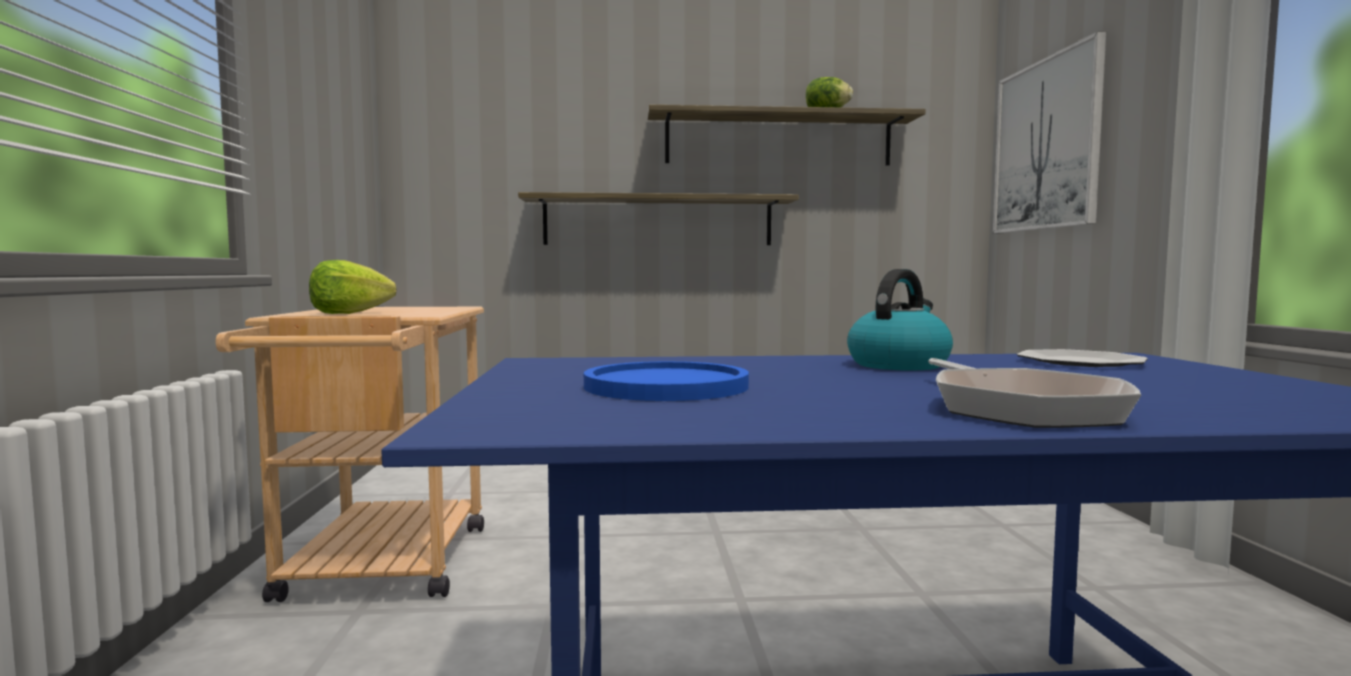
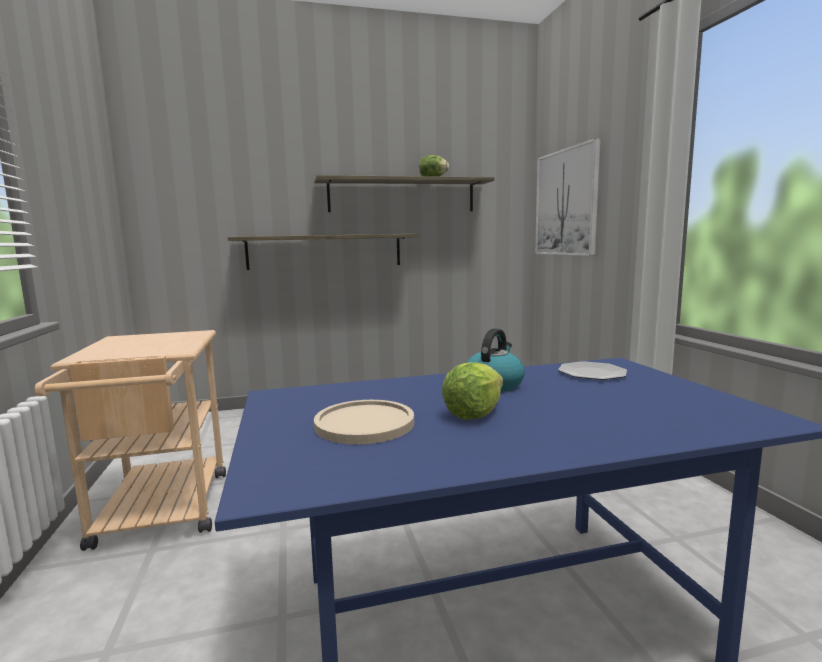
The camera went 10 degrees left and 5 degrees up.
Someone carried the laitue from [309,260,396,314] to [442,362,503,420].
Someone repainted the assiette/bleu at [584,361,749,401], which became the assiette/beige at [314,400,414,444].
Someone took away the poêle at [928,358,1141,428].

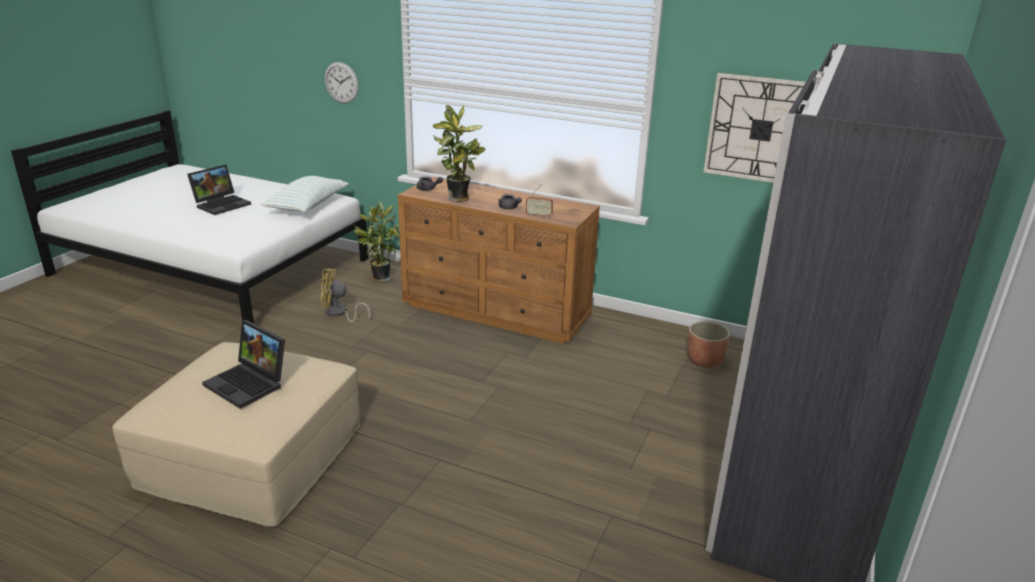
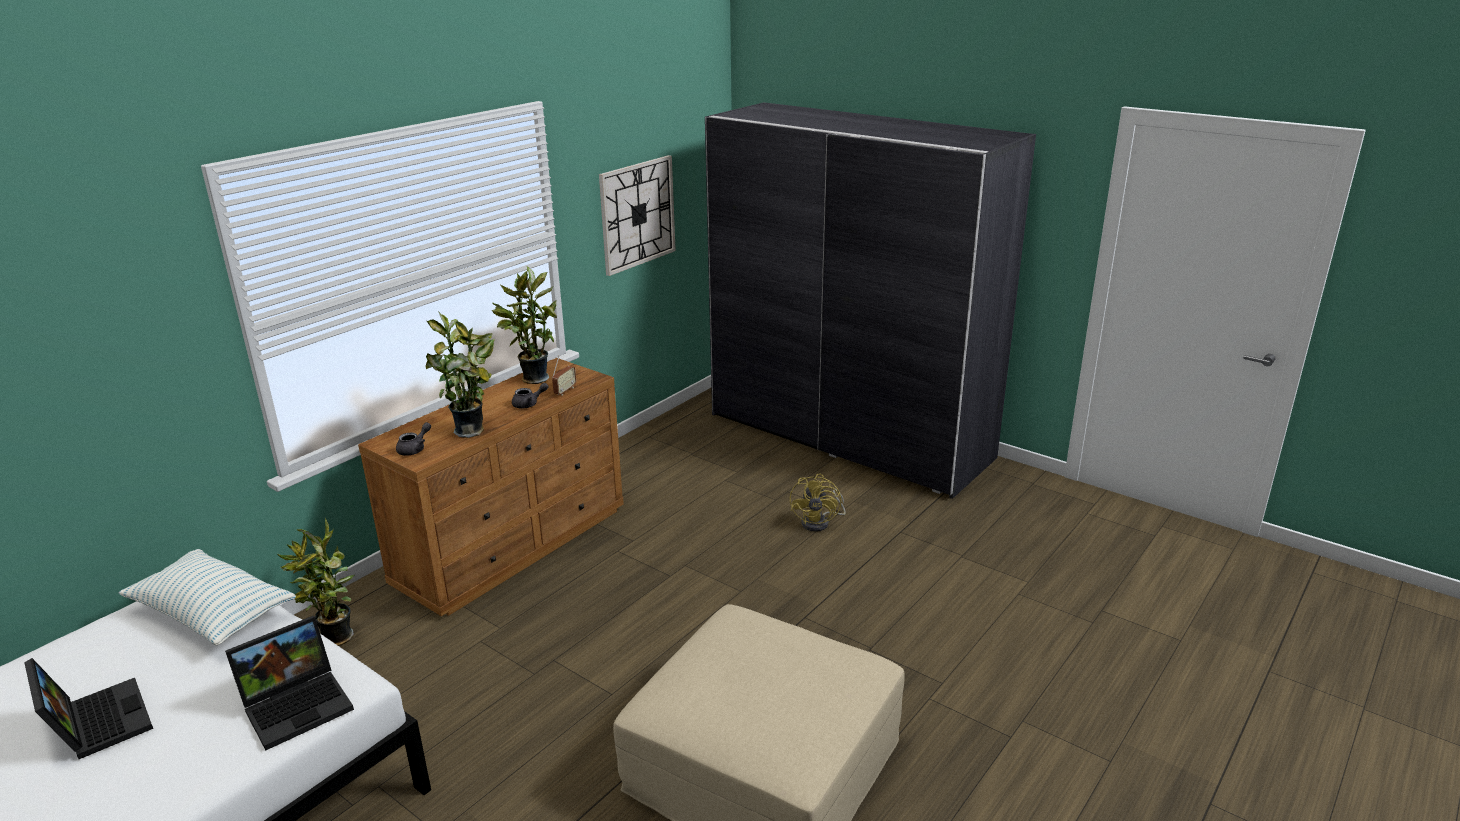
The camera went 75 degrees left and 0 degrees up.
Someone carried the ordinateur portable from [202,320,285,409] to [225,616,354,750].
Someone carried the ventilateur/jaune from [321,268,370,322] to [790,474,846,532].
Someone took away the horloge murale at [325,62,359,103].
Someone took away the cache-pot at [687,321,730,368].
Someone put down the plante en pot at [492,267,557,384].

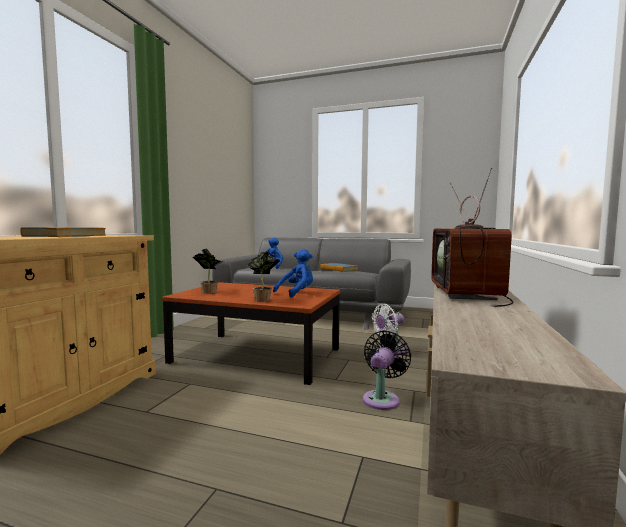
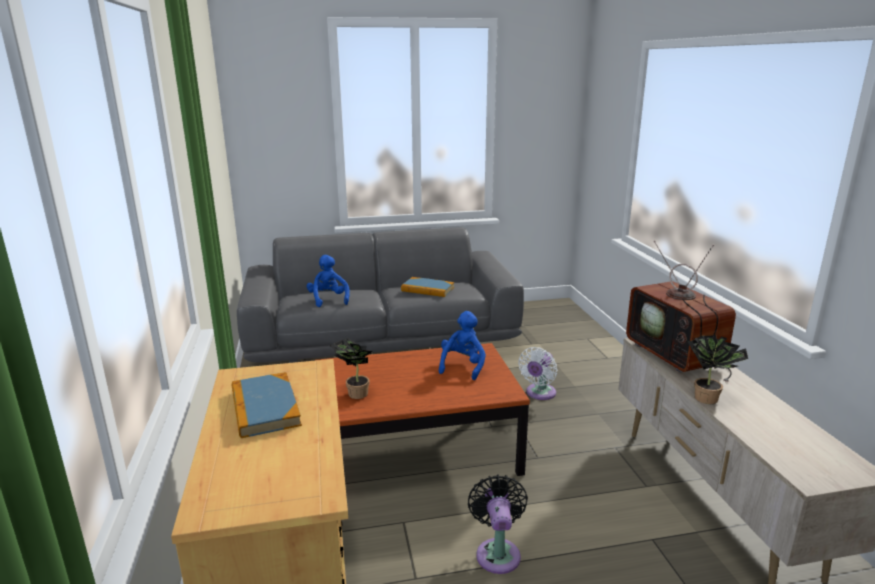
The camera went 30 degrees left and 15 degrees up.
Someone carried the plante en pot from [248,252,280,302] to [688,335,748,404].
Someone carried the ventilateur/noir from [363,330,412,410] to [468,474,528,574].

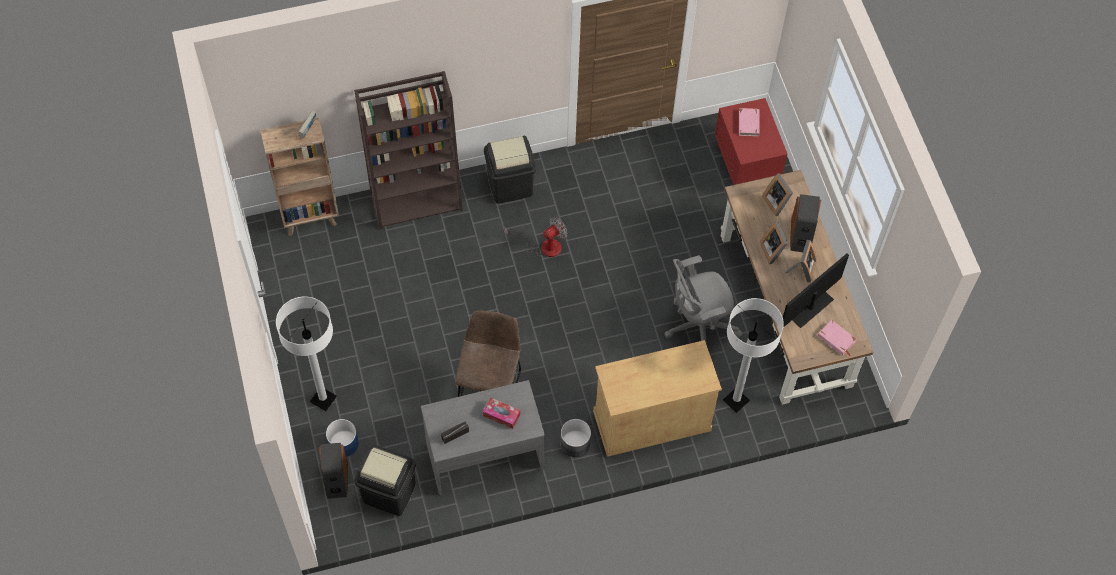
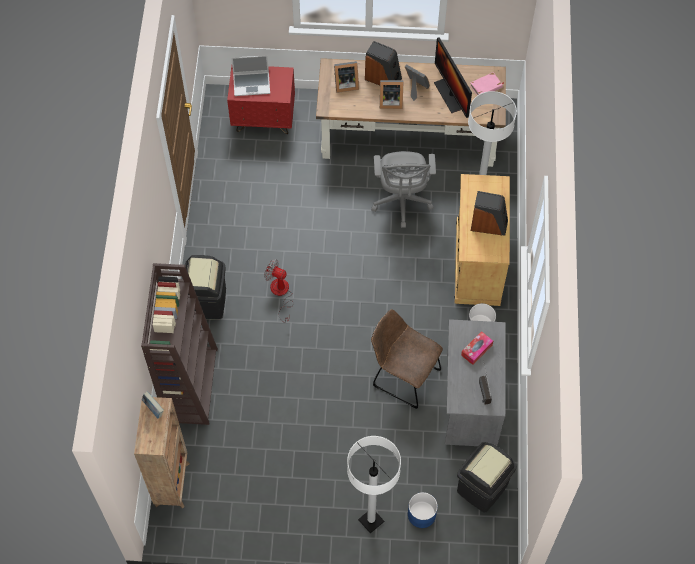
The camera went 70 degrees left and 0 degrees up.
Someone carried the enceinte from [318,443,347,499] to [471,191,508,236].
Someone rotated the ventilateur at [504,217,567,257] by 45 degrees counterclockwise.
Someone swapped the livre/rose at [739,107,760,136] for the ordinateur portable at [231,55,270,96].

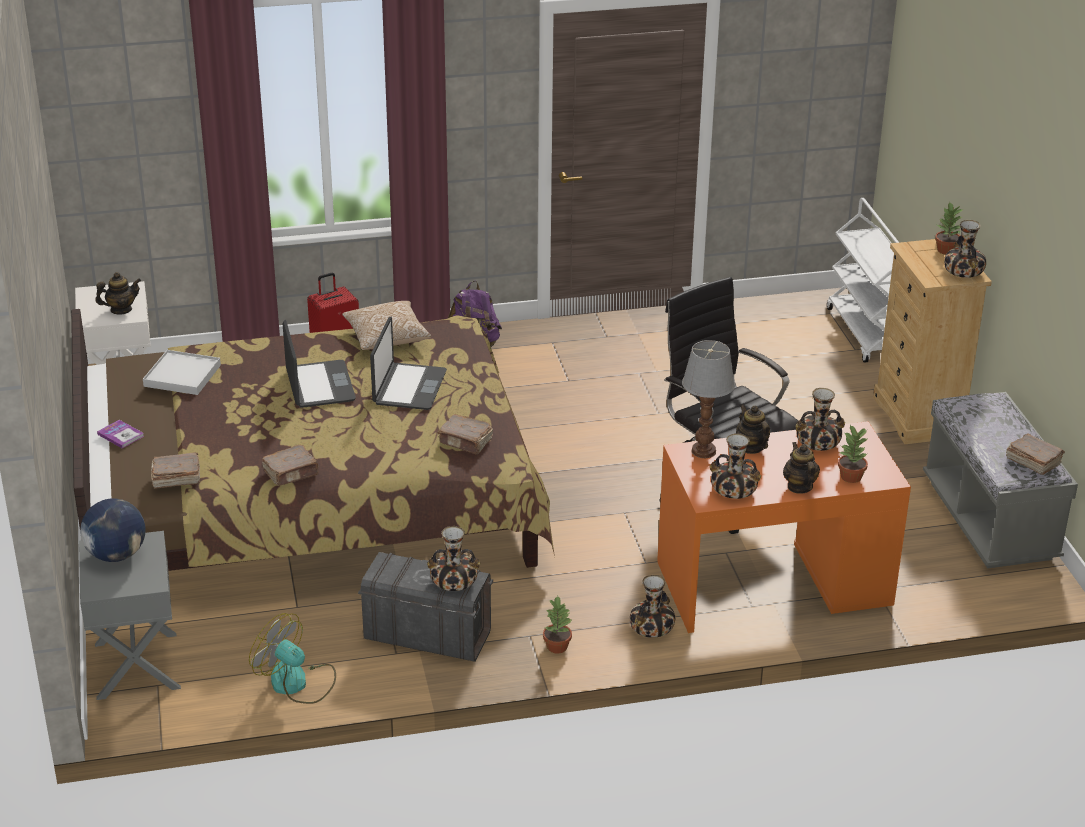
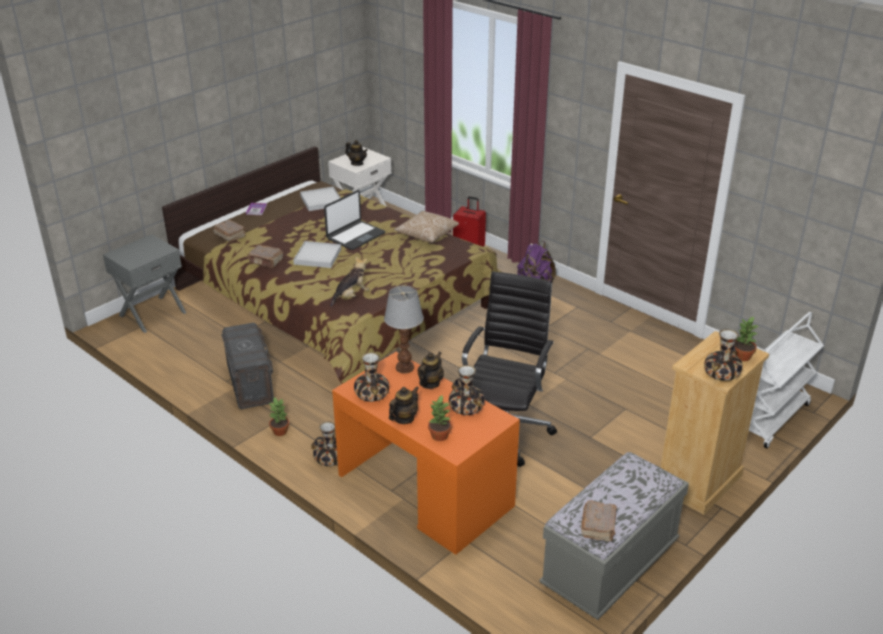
The camera went 55 degrees right and 0 degrees up.
Someone took away the globe at [80,498,146,562].
Someone took away the ventilateur at [249,613,336,704].
Someone took away the ordinateur portable at [370,316,447,410].
Someone took away the vase at [427,526,480,591].
Someone swapped the livre/marron at [438,414,493,455] for the peluche at [331,257,369,307].
Someone put down the plateau/blanc at [293,241,341,268].

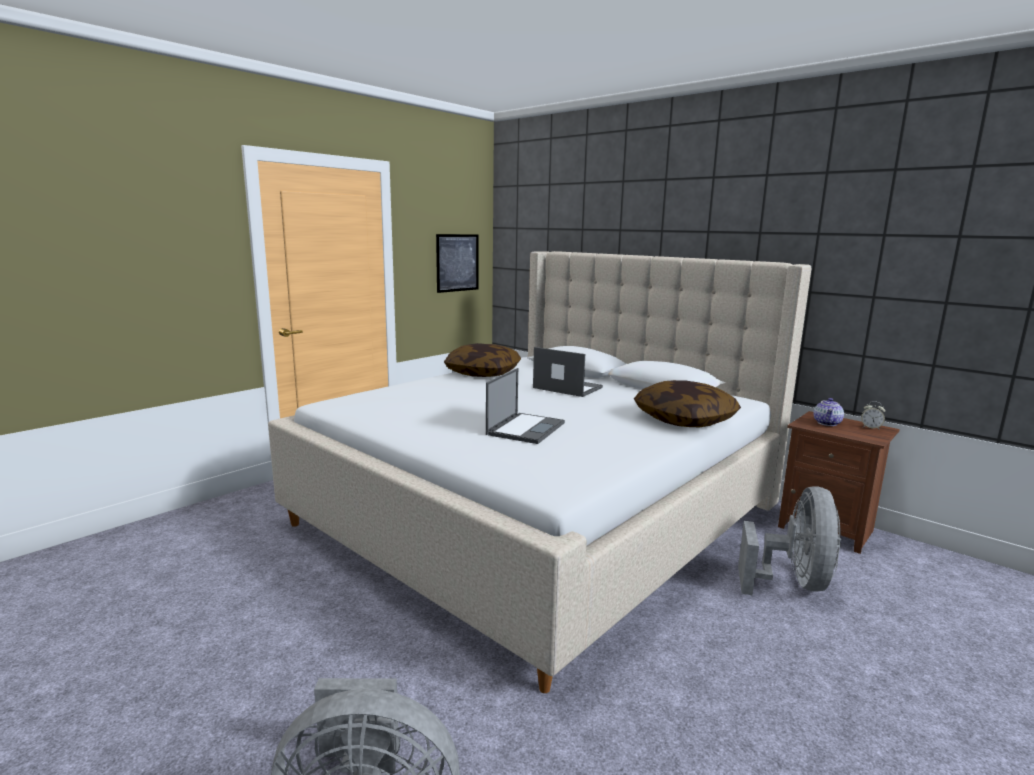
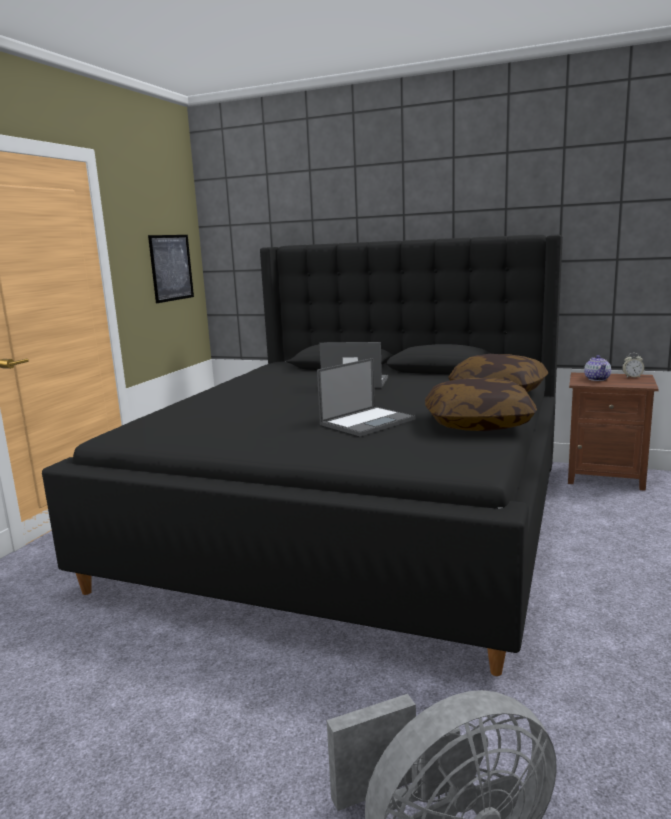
The camera went 20 degrees left and 0 degrees up.
Someone repainted the lit/beige at [268,251,812,693], which became the lit/noir at [42,234,563,676].
Someone carried the coussin from [444,343,521,377] to [425,378,537,431].
Someone rotated the ordinateur portable at [486,368,565,444] by 45 degrees clockwise.
Someone took away the ventilateur/gris at [738,486,841,595].

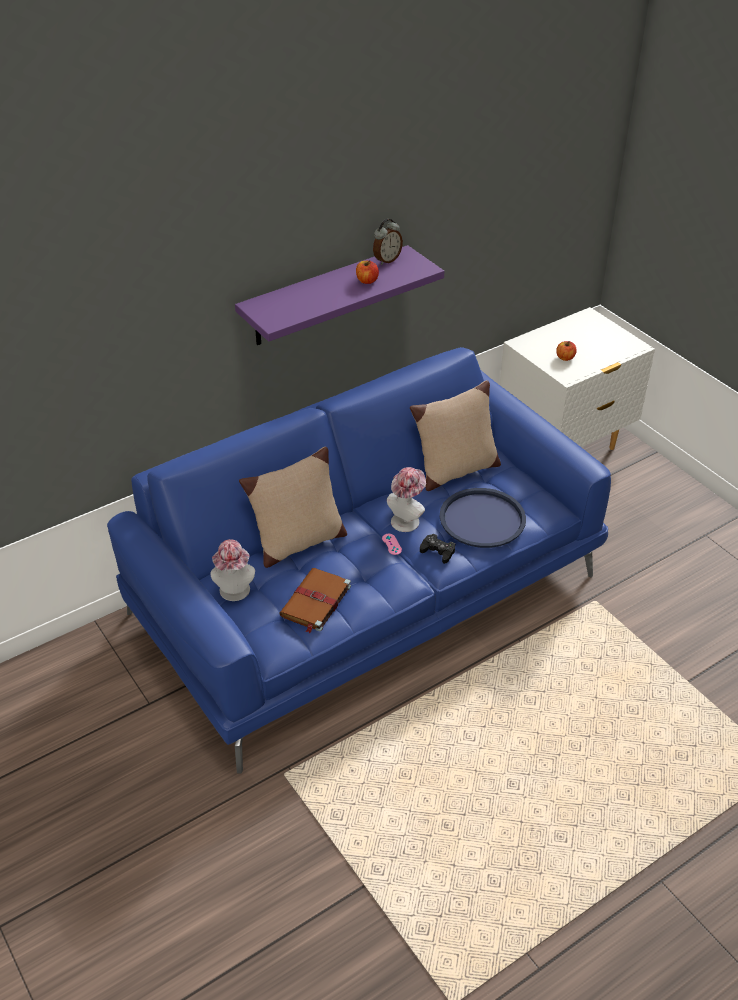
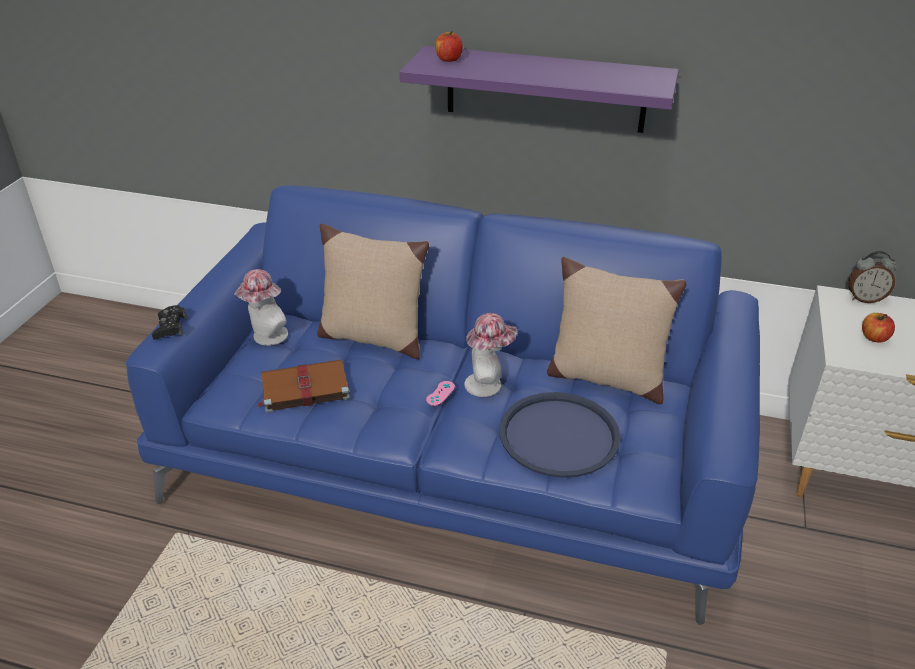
The camera went 50 degrees right and 5 degrees down.
Someone carried the pomme from [356,260,379,284] to [435,31,463,62].
Someone carried the réveil from [373,219,403,265] to [848,251,897,303].
Someone carried the manette/noir from [420,534,455,564] to [152,305,187,340].

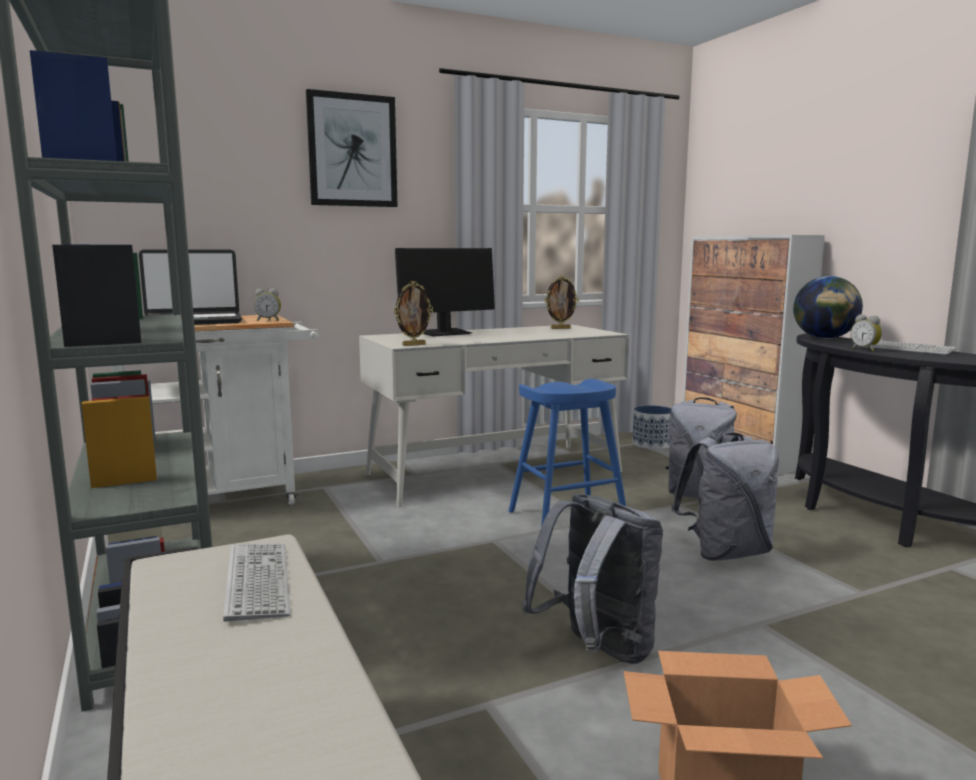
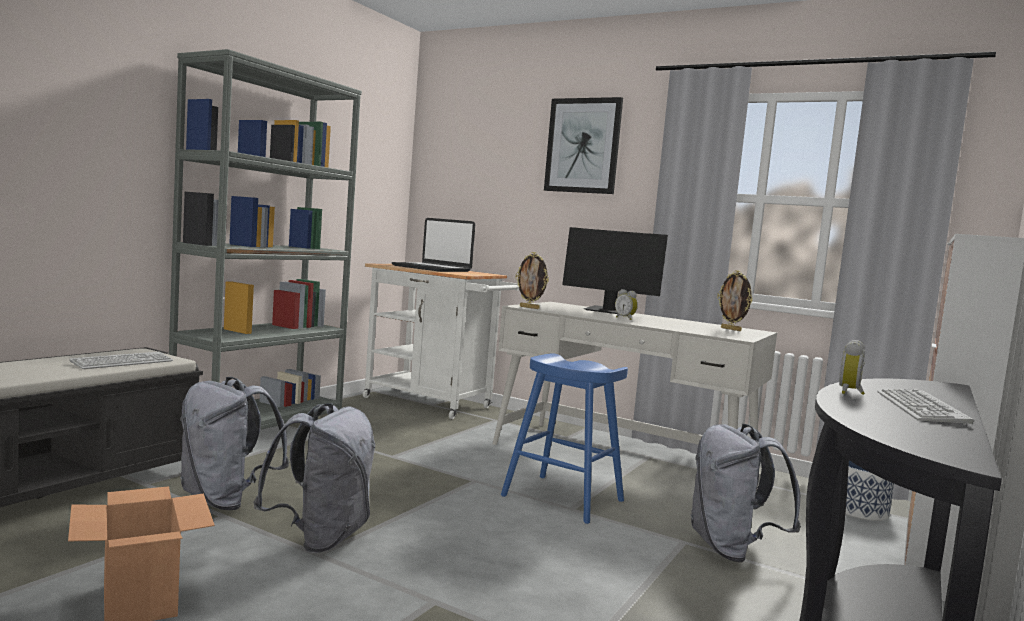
The camera went 55 degrees right and 5 degrees down.
Someone carried the réveil from [254,288,281,321] to [615,289,638,320].
Someone carried the sac à dos/gris from [671,433,779,561] to [180,377,289,510].
Someone took away the globe at [793,276,863,339].

